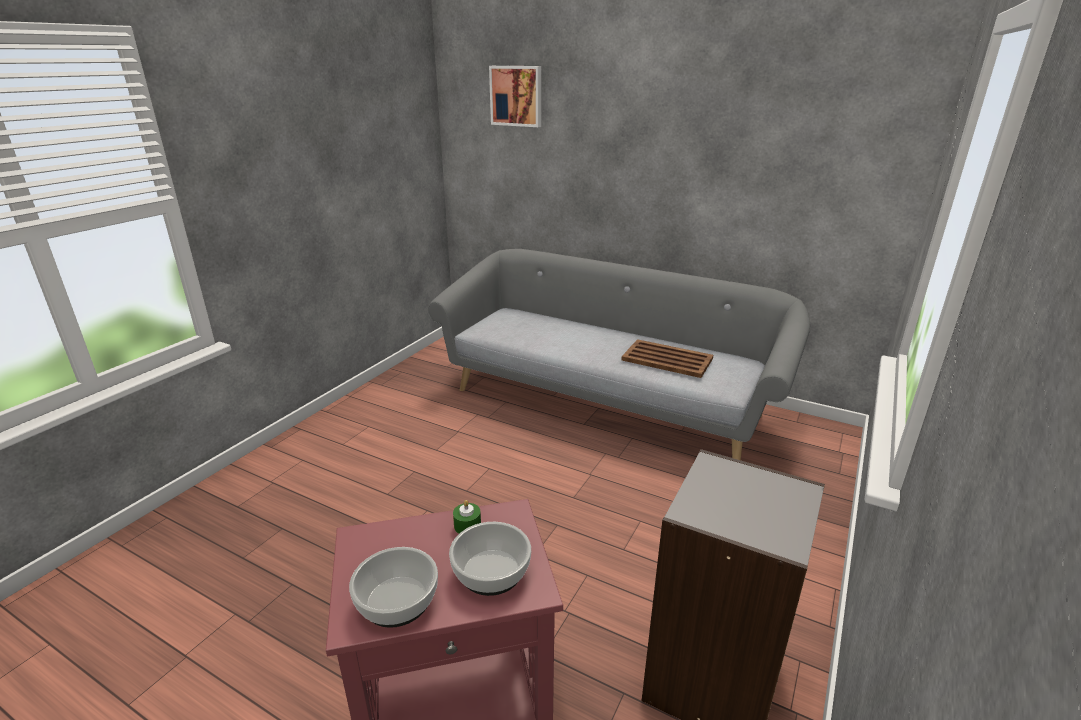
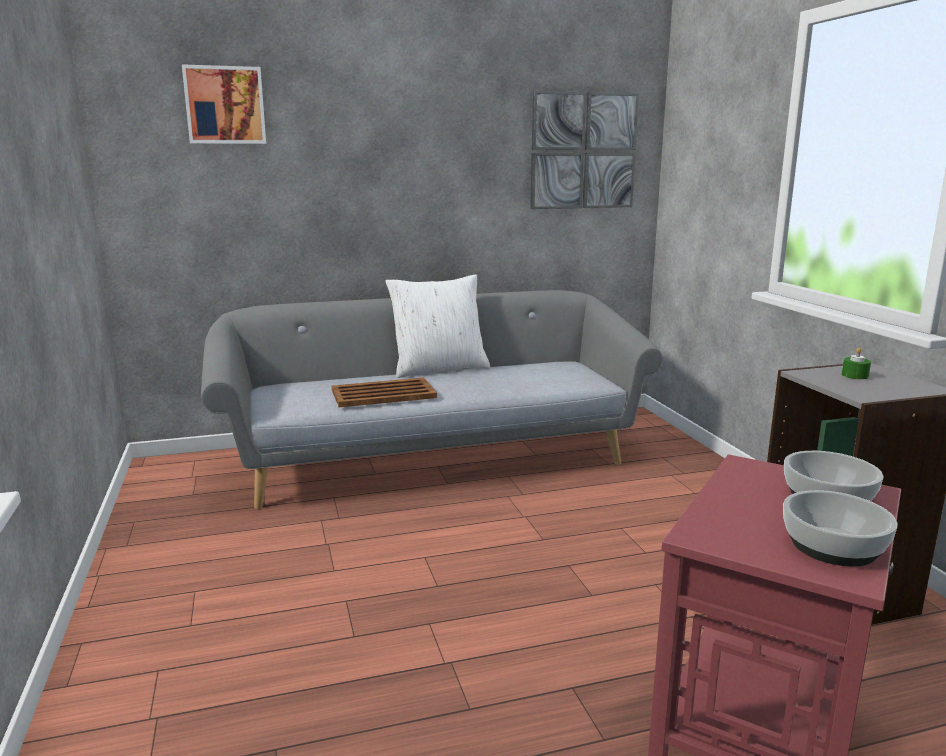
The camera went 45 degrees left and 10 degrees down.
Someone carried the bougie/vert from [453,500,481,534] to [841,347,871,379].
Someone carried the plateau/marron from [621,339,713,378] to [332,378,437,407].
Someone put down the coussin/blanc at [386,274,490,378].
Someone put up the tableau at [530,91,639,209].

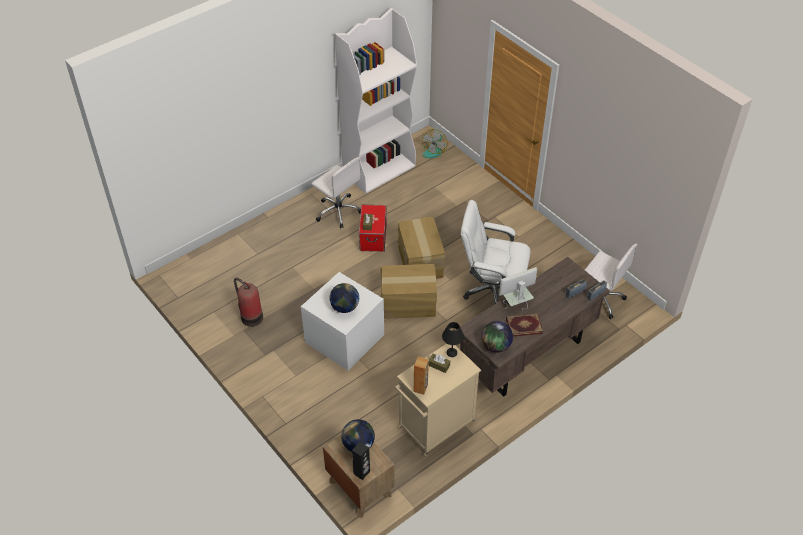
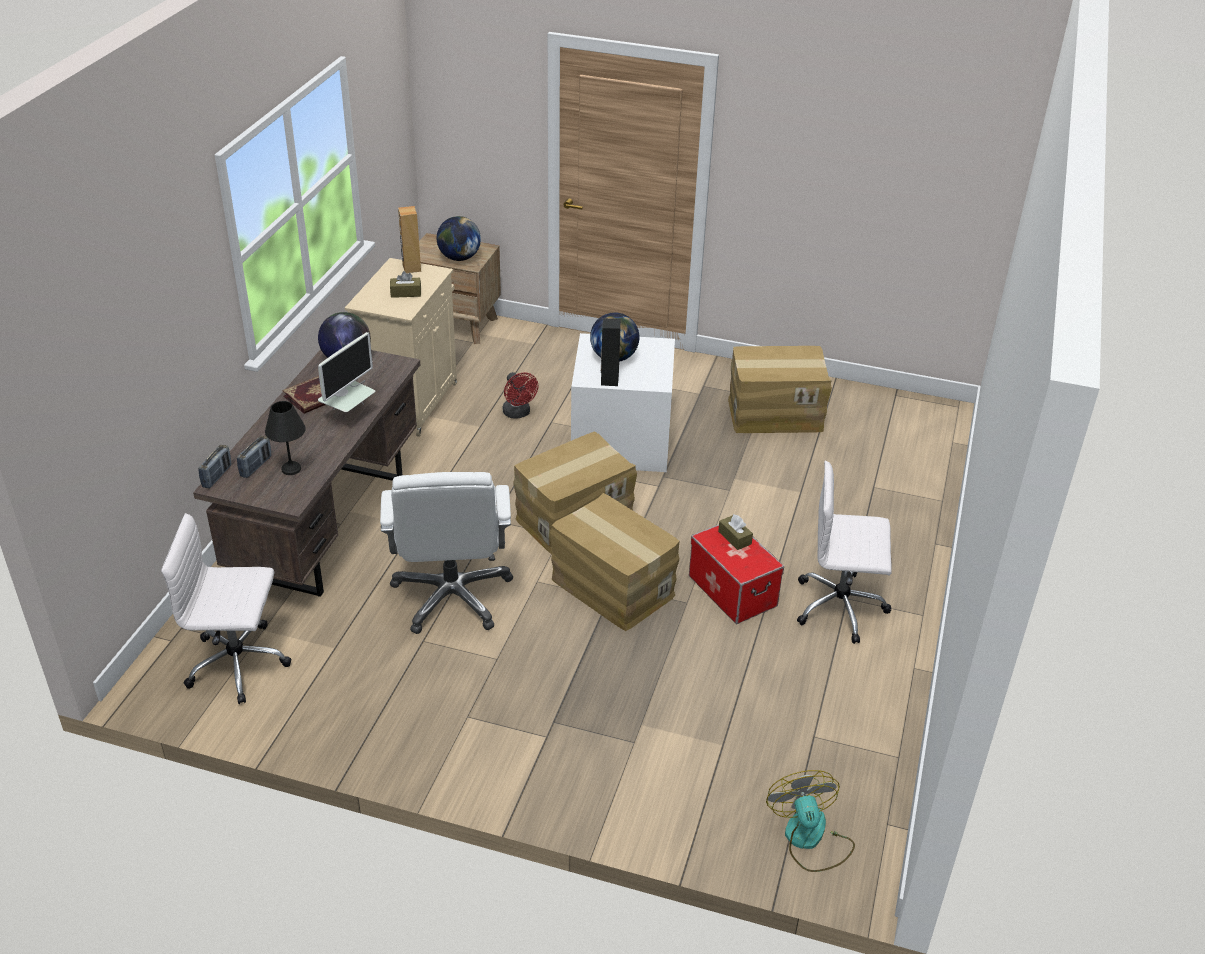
The camera went 145 degrees right and 10 degrees down.
Someone swapped the extincteur at [234,277,263,327] for the carton at [728,346,832,433].
Someone took away the bibliothèque/blanc at [335,8,417,194].
Someone carried the enceinte/noir from [352,442,370,480] to [601,318,621,386].
Someone carried the lampe de table/noir from [442,322,464,357] to [265,401,306,475].
Someone rotated the chaise de bureau/blanc at [461,200,531,304] by 105 degrees clockwise.
Someone put down the ventilateur/rouge at [503,372,538,419].

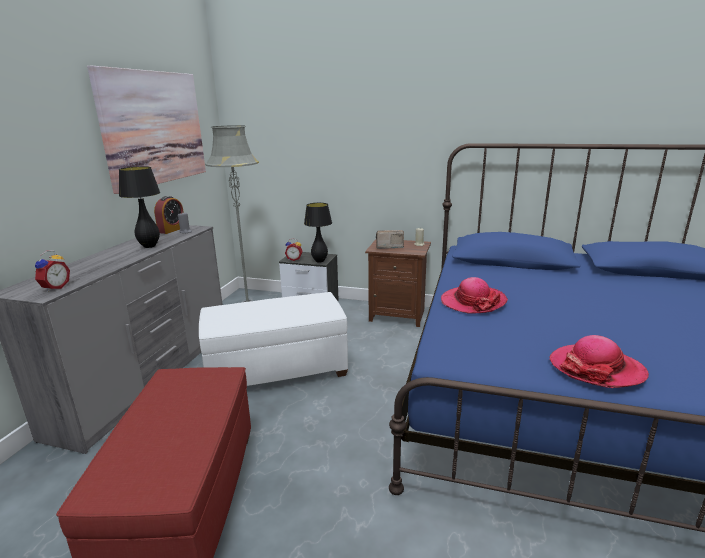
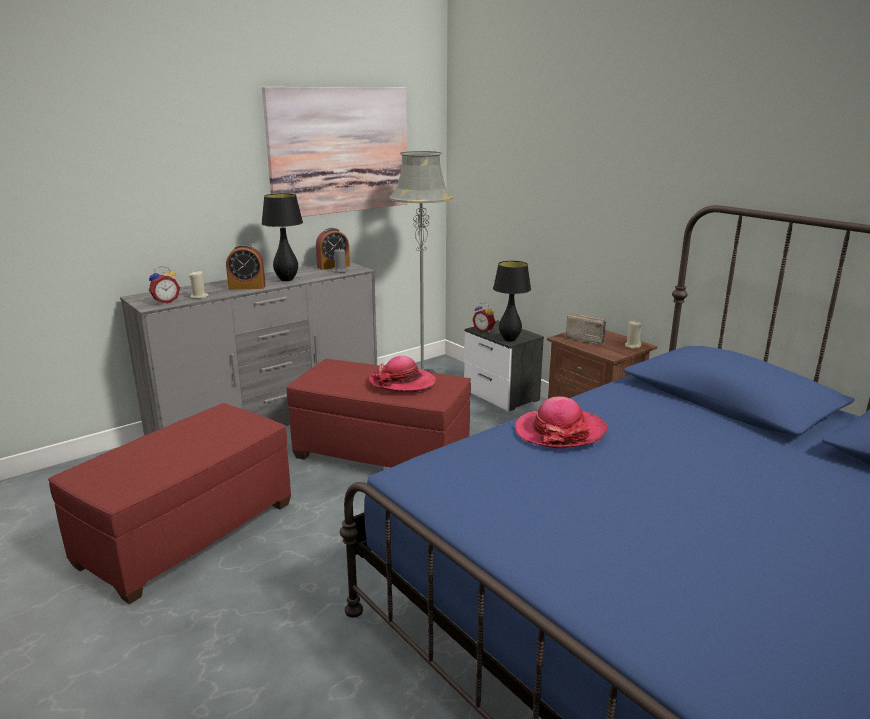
The camera went 35 degrees right and 0 degrees up.
Someone repainted the pouf/blanc at [199,292,348,386], which became the pouf/rouge at [286,359,471,468].
Someone carried the chapeau from [549,335,649,388] to [369,356,436,393].
Someone put down the bougie/beige at [189,271,209,299].
Someone put down the réveil at [226,244,265,290].

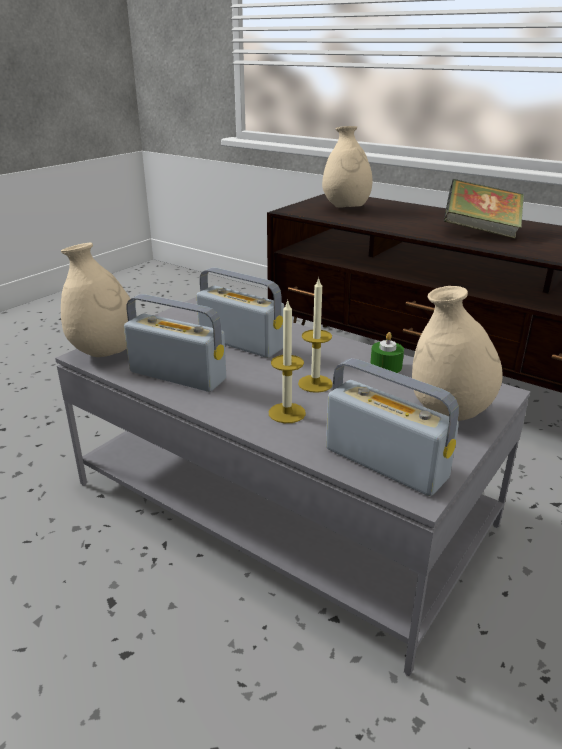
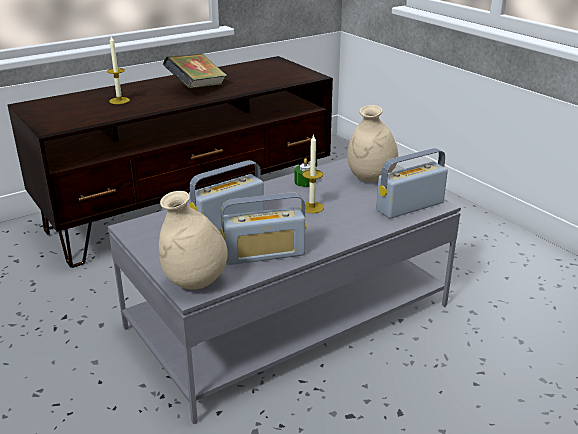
The camera went 70 degrees left and 0 degrees up.
Someone rotated the radio at [124,294,226,392] by 150 degrees counterclockwise.
Someone carried the bougie from [269,300,306,423] to [107,36,130,104].
Someone took away the vase/beige at [322,126,373,208].

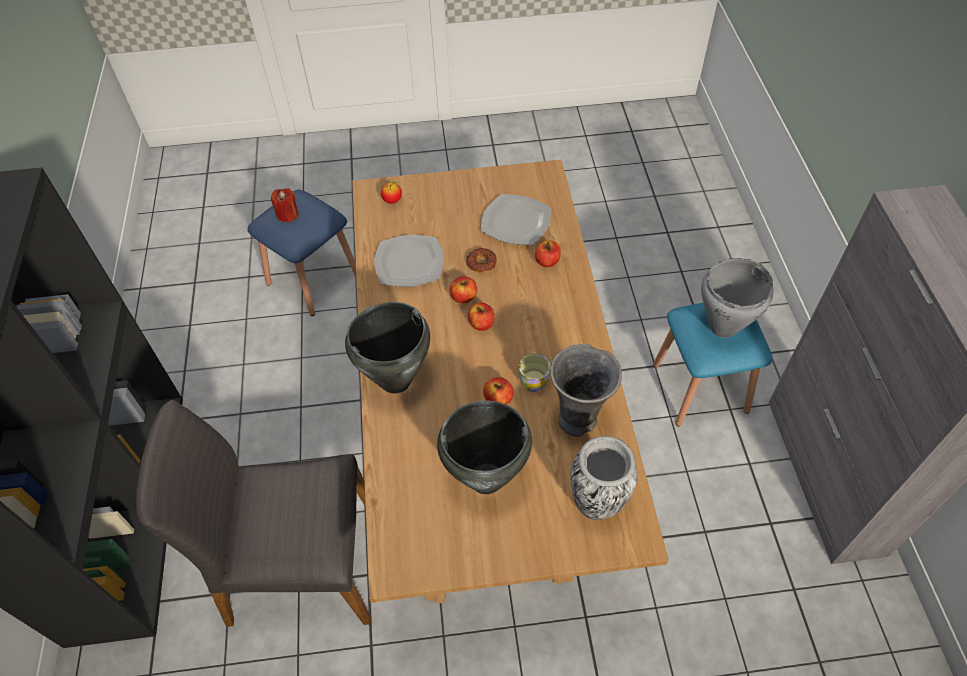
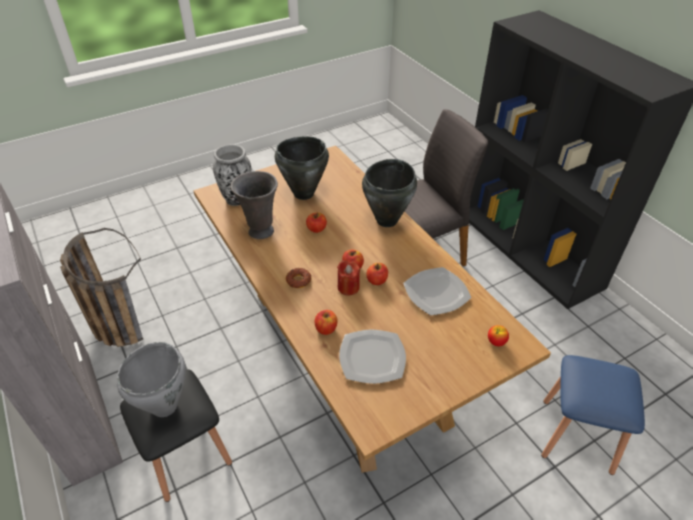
The camera went 155 degrees right and 10 degrees down.
Someone carried the bougie/rouge from [271,188,298,223] to [337,260,360,296].
Someone carried the beignet from [466,248,497,273] to [286,268,311,288].
Someone took away the mug at [518,352,551,392].
Someone repainted the tabouret/bleu at [653,303,773,426], which became the tabouret/noir at [120,369,232,502].
Someone put down the panier at [60,228,143,347].

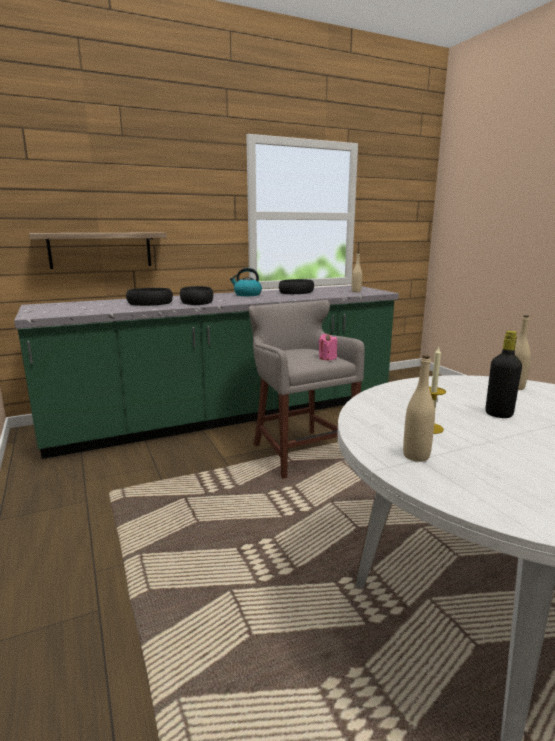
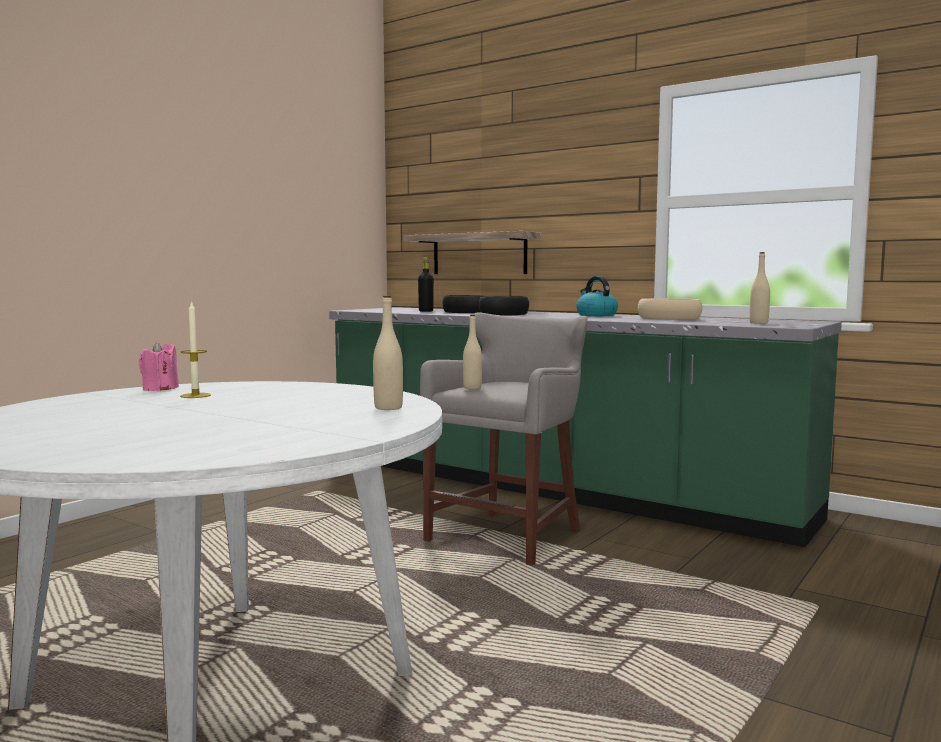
The camera went 60 degrees right and 10 degrees down.
Someone repainted the bol/noir at [279,279,314,294], which became the bol/beige at [638,298,702,320].
Someone carried the bougie/rose from [319,333,337,360] to [139,341,179,391].
Someone carried the bouteille/beige from [403,355,435,462] to [463,315,482,389].
Someone carried the bouteille/noir from [485,331,522,418] to [418,258,434,312].

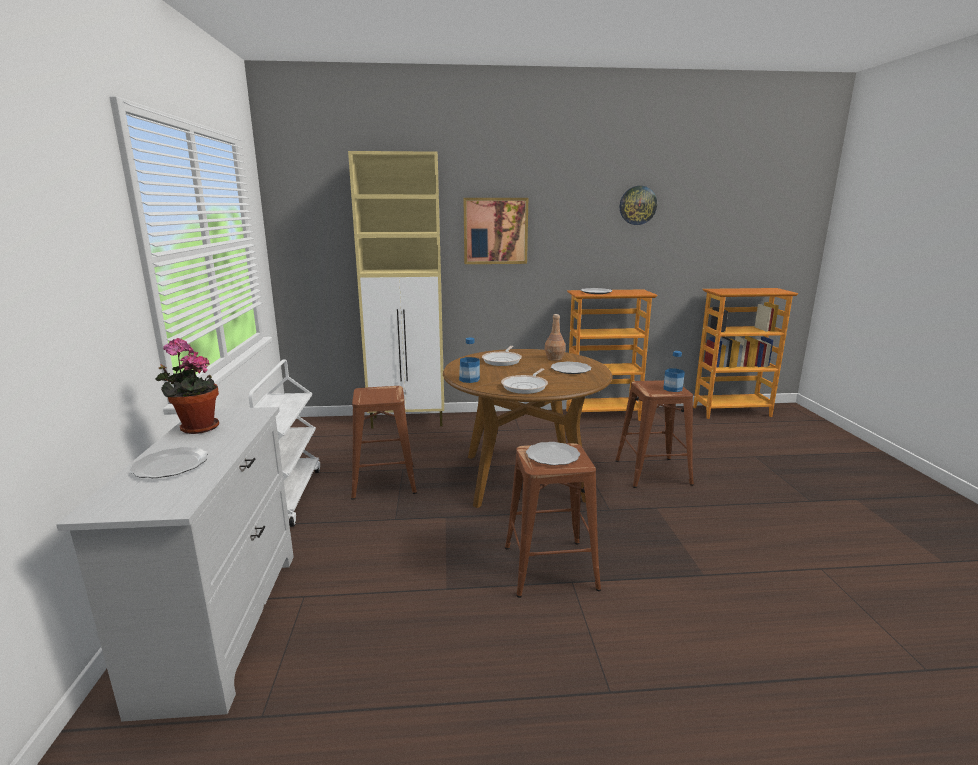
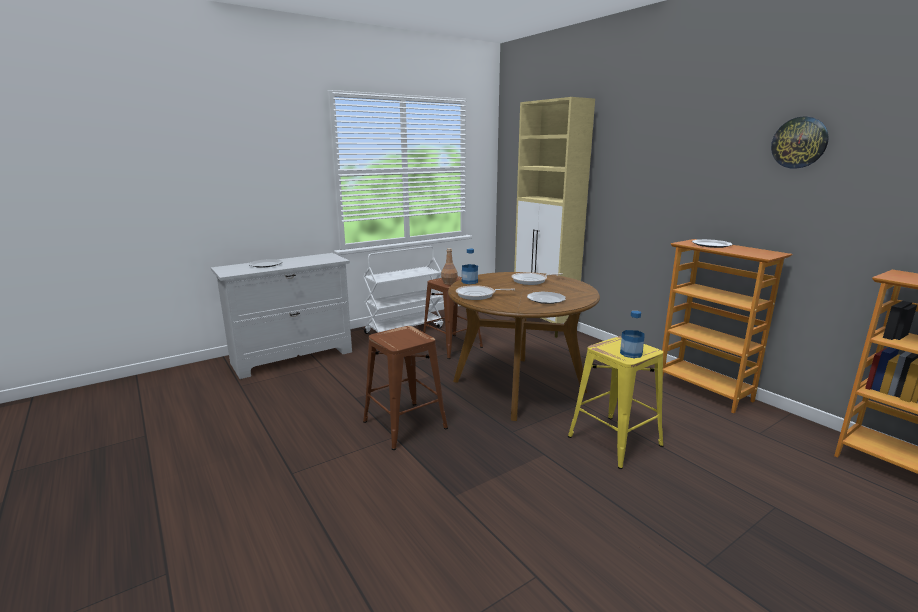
The camera went 60 degrees right and 0 degrees up.
Someone took away the plante en pot at [155,338,219,434].
Someone took away the tableau at [464,198,528,264].
Someone took away the assiette at [526,442,580,465].
Someone carried the bouteille/marron from [545,314,566,361] to [441,248,458,285].
Someone repainted the tabouret/marron at [615,380,694,488], which became the tabouret/jaune at [568,336,663,469].

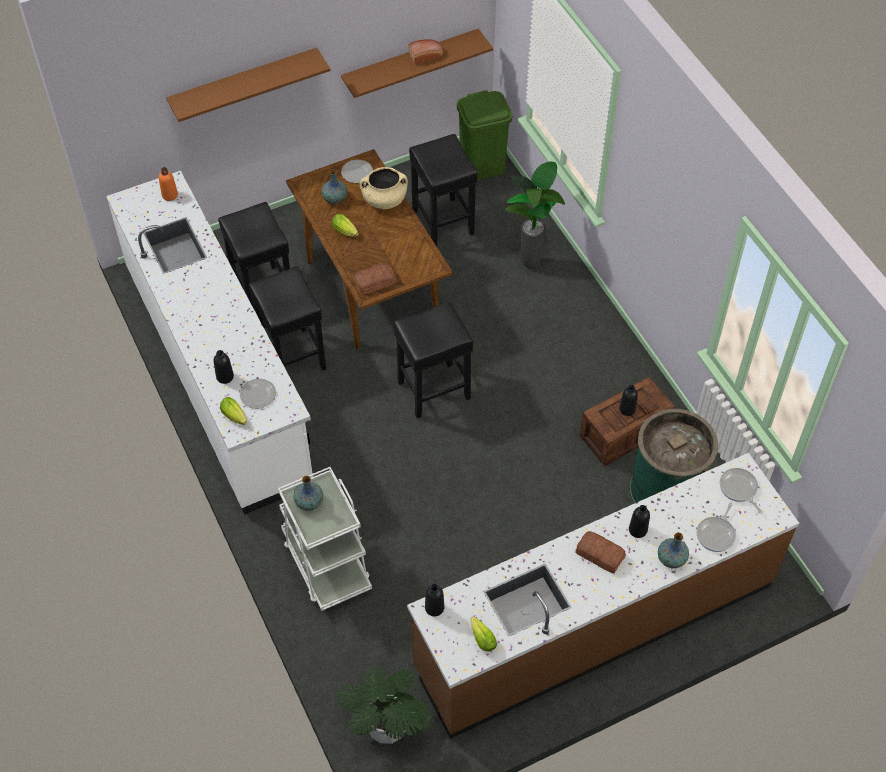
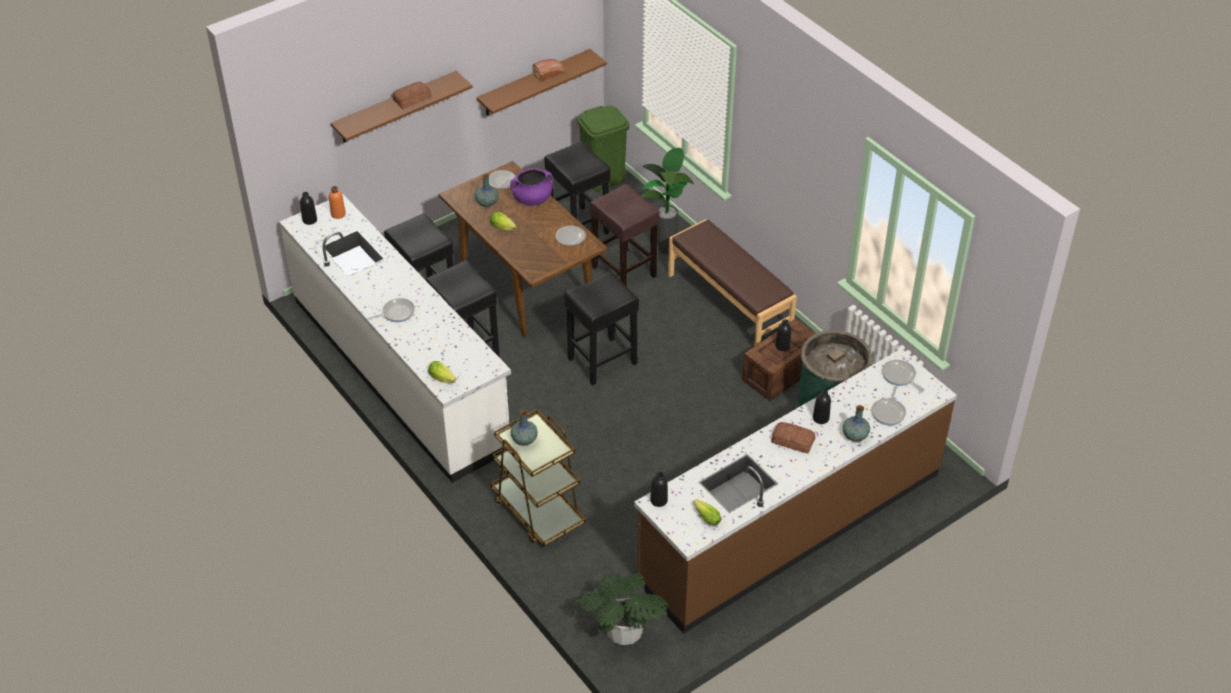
The camera went 10 degrees left and 10 degrees down.
Someone carried the bouteille/noir from [214,350,234,384] to [300,192,317,225].
Someone carried the assiette from [240,379,276,409] to [556,226,586,246].
Someone repainted the chariot/blanc at [278,467,372,611], which became the chariot/marron at [491,409,586,547].
Someone carried the pain from [353,263,397,295] to [393,82,432,109].
Someone repainted the marmite/beige at [360,167,408,209], which became the marmite/violet at [510,168,553,206].
Someone put down the poêle at [367,298,415,322].
Someone put down the tabouret/marron at [590,184,660,286].
Someone put down the banc/marron at [668,219,797,346].

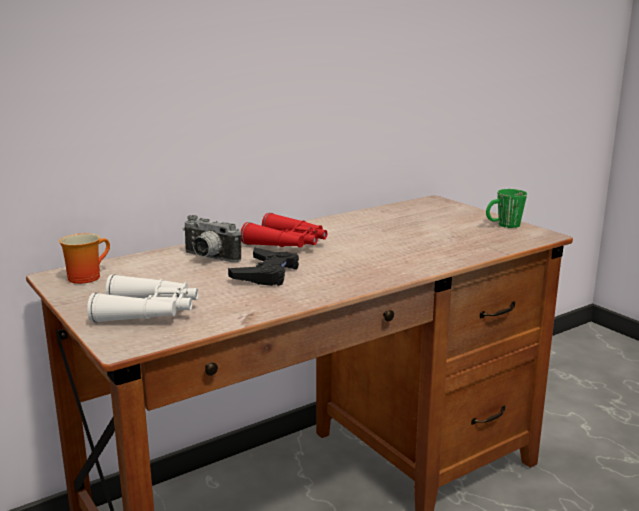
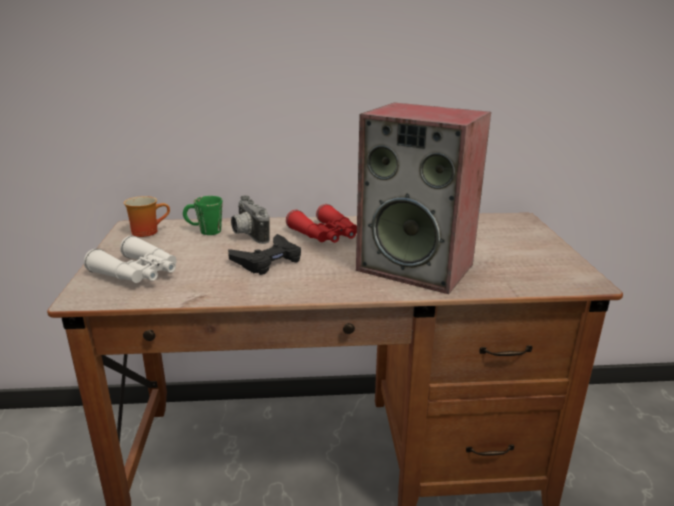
The camera went 30 degrees right and 5 degrees up.
Someone carried the mug/vert from [486,189,527,228] to [183,196,223,235].
Someone put down the enceinte at [356,102,491,294].

